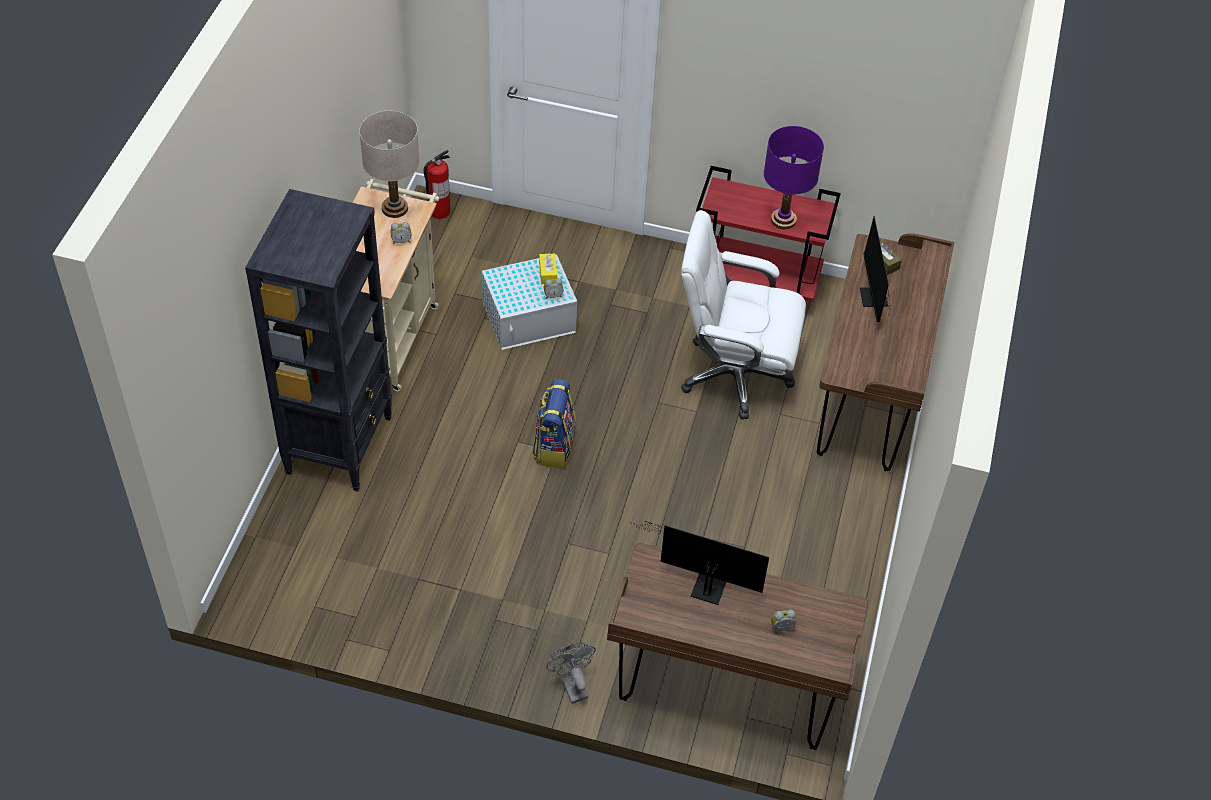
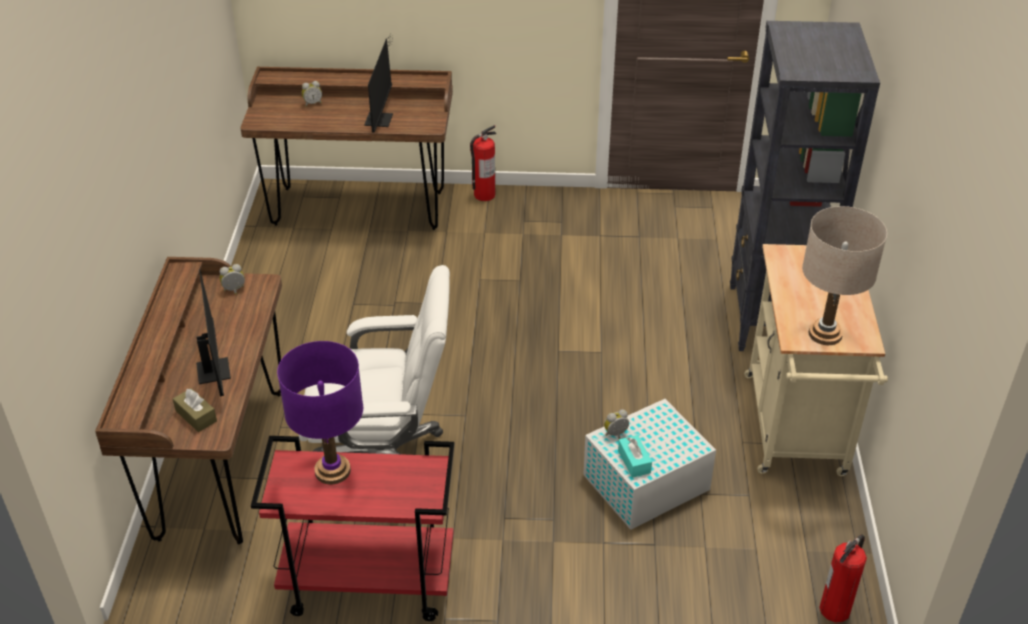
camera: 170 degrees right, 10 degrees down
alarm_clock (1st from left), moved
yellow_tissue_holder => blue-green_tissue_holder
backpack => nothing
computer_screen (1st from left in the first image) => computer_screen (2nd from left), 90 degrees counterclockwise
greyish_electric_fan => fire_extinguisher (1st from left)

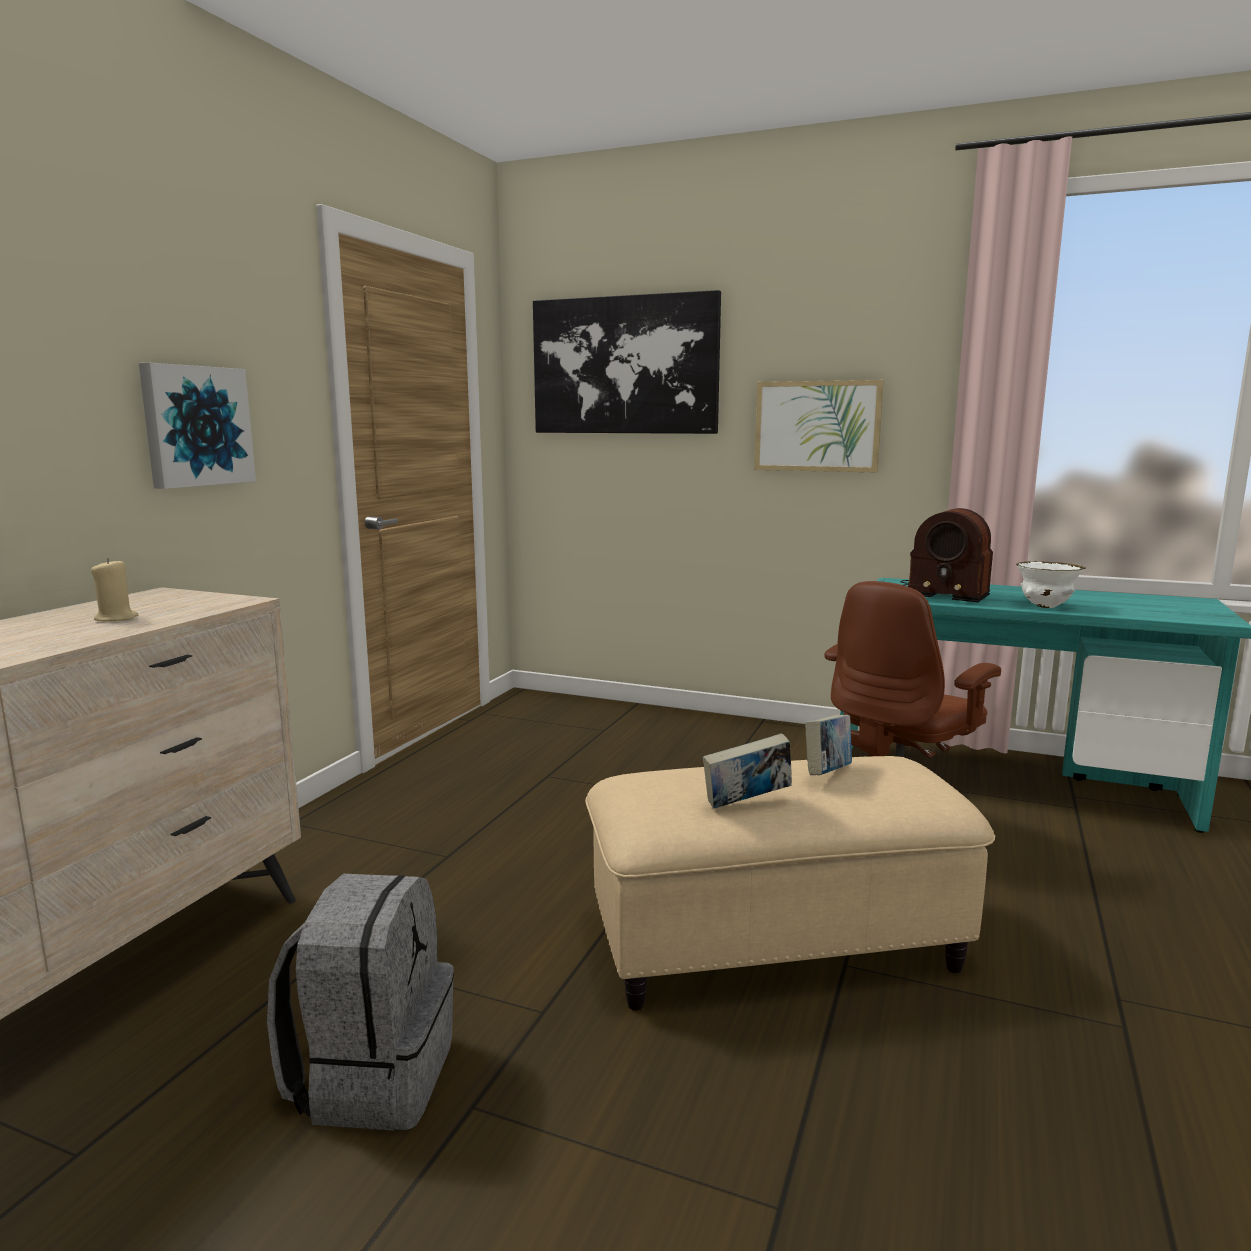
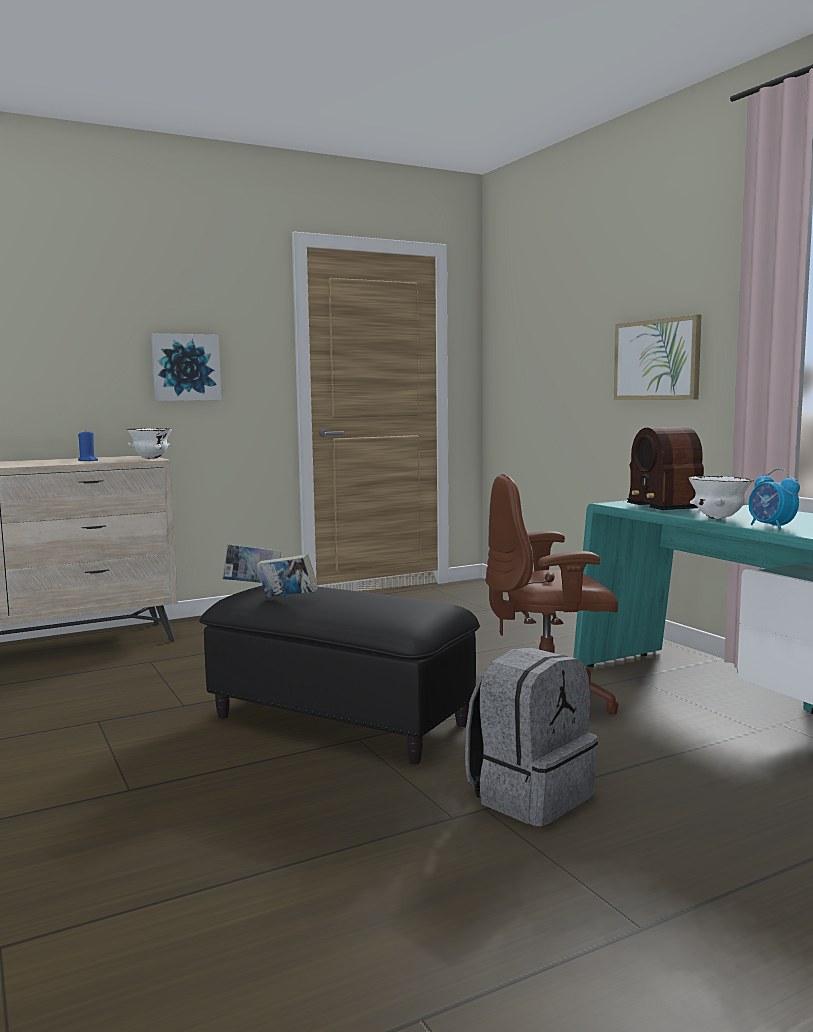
camera: 40 degrees right, 5 degrees down
picture (2nd from left) => nothing
sand-coloured_wax_light => bluish_wax_light
bound_book (2nd from left in the first image) => bound_book (1st from left), moved
sand-coloured_ottoman => black-coloured_ottoman
greyish_backpack, moved
nothing => white_bowl (1st from left)
nothing => alarm_clock

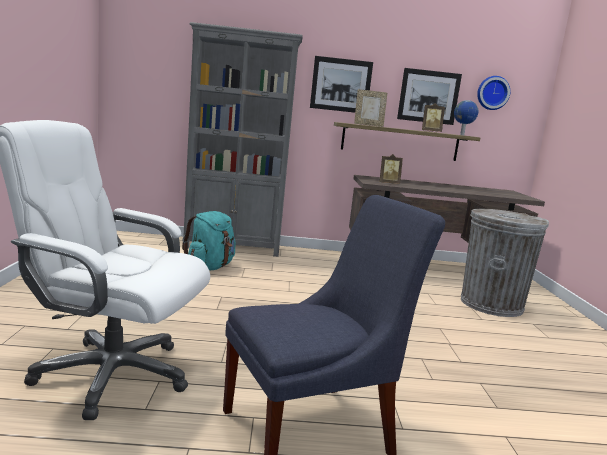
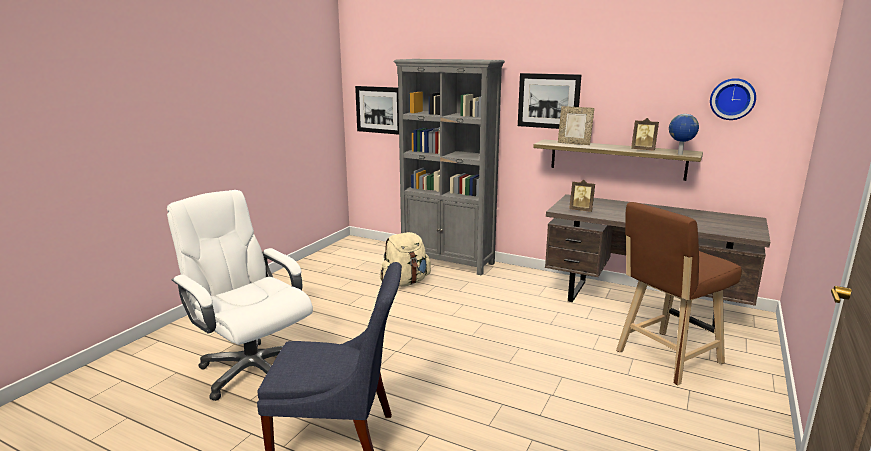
camera: 30 degrees right, 5 degrees up
picture (2nd from left in the first image) => picture (1st from left), moved
greyish_waste_bin => brownish_stool
blue-green_backpack => sand-coloured_backpack

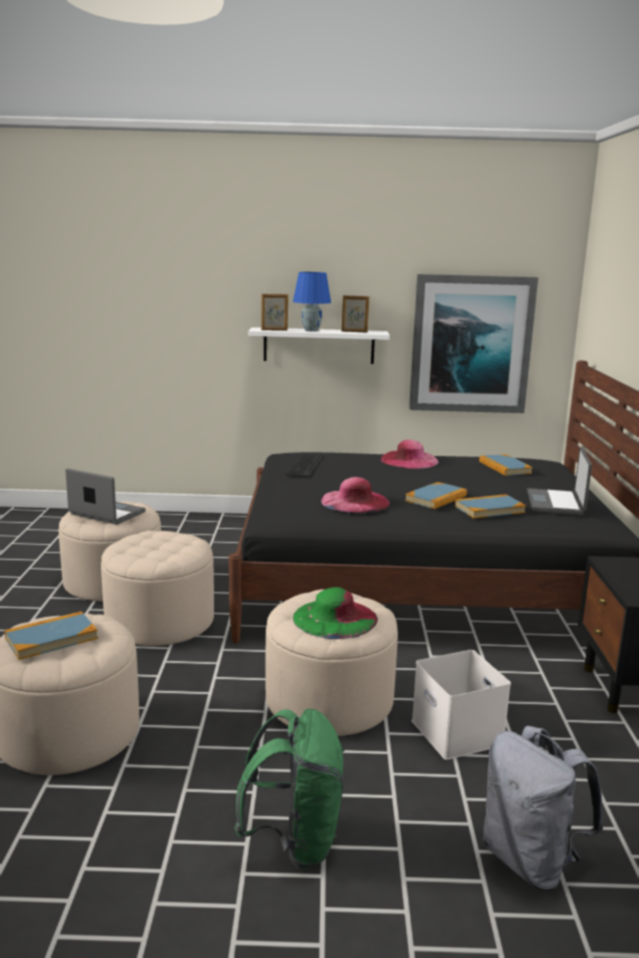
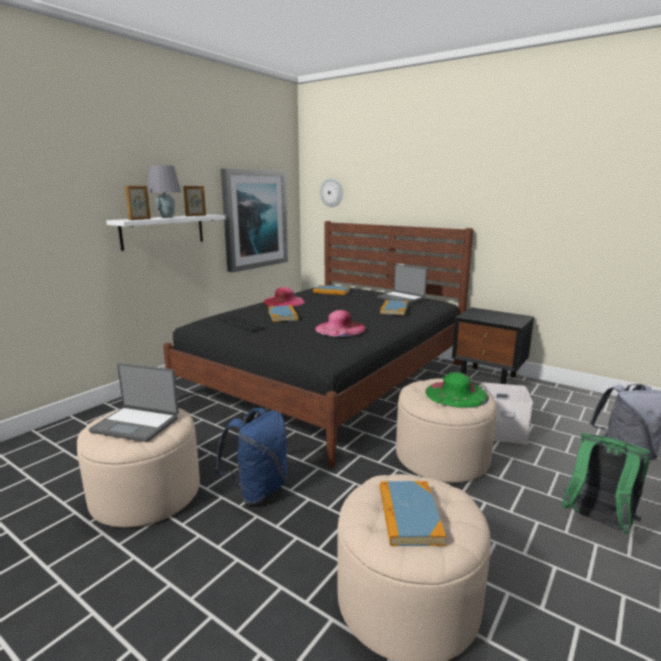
camera: 55 degrees left, 0 degrees up
bluish_table_lamp => greyish_table_lamp
portable_computer (1st from left), 135 degrees counterclockwise
bound_book (2nd from left in the first image) => bound_book (1st from left), moved
sand-coloured_ottoman (3rd from left) => bluish_backpack
nothing => hanging_clock

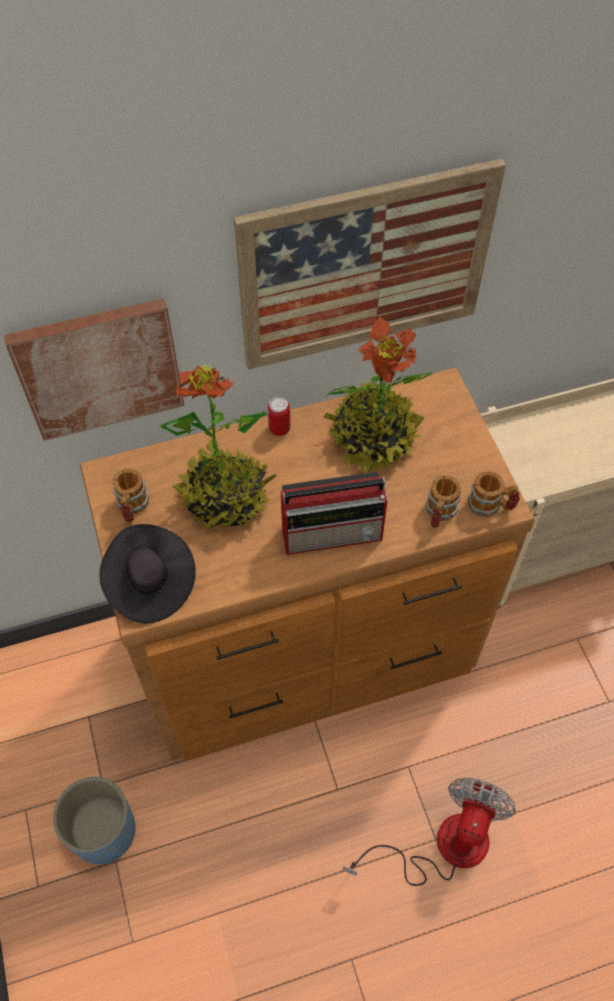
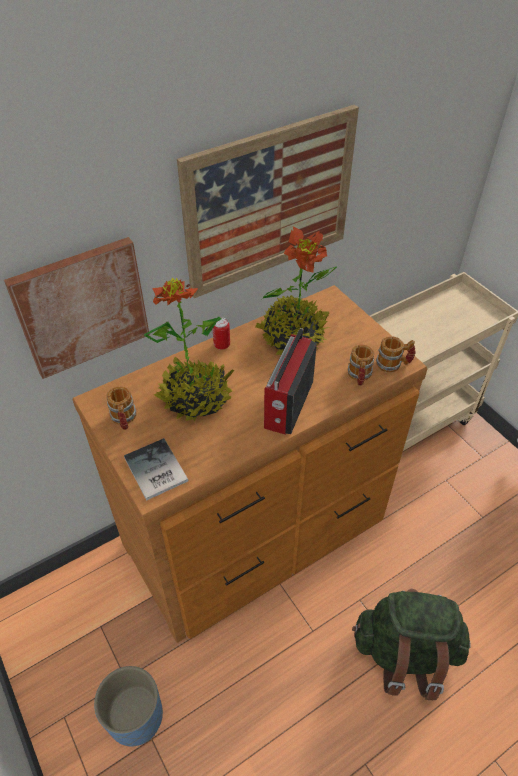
camera: 15 degrees left, 10 degrees down
radio, 135 degrees clockwise
black-coloured_clothing_hat => bound_book
electric_fan => green-coloured_backpack

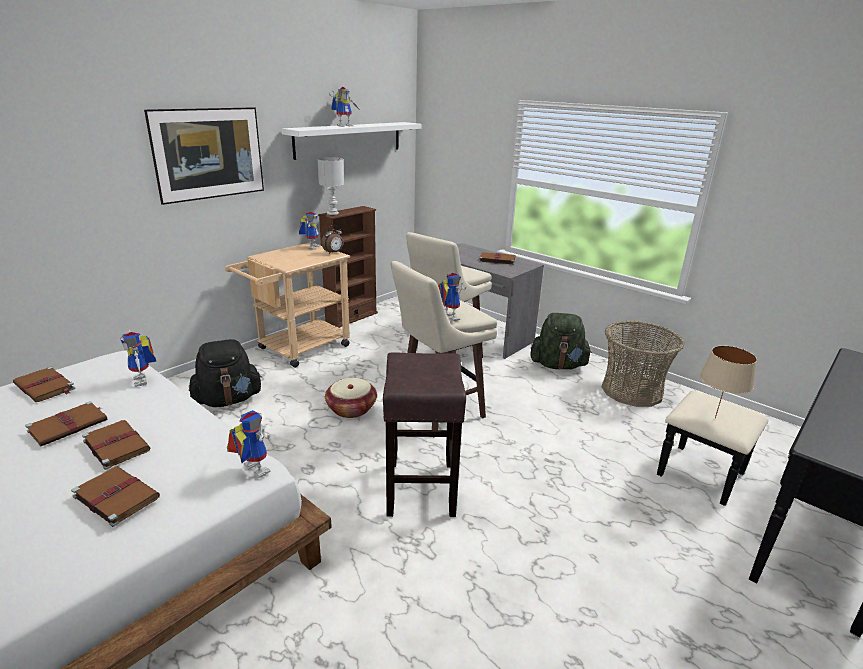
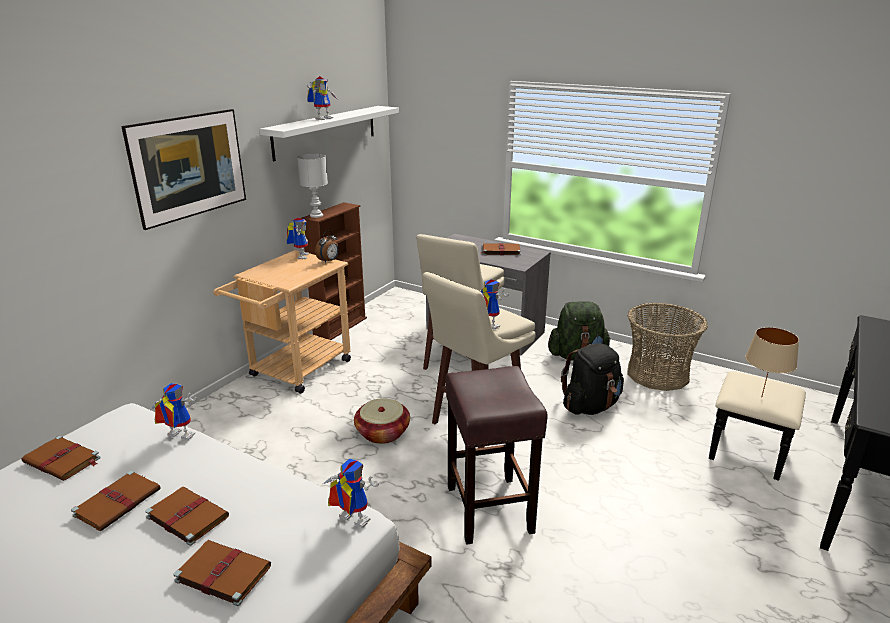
camera: 10 degrees left, 0 degrees up
robot_figure (1st from left), 150 degrees clockwise
black-coloured_backpack, moved

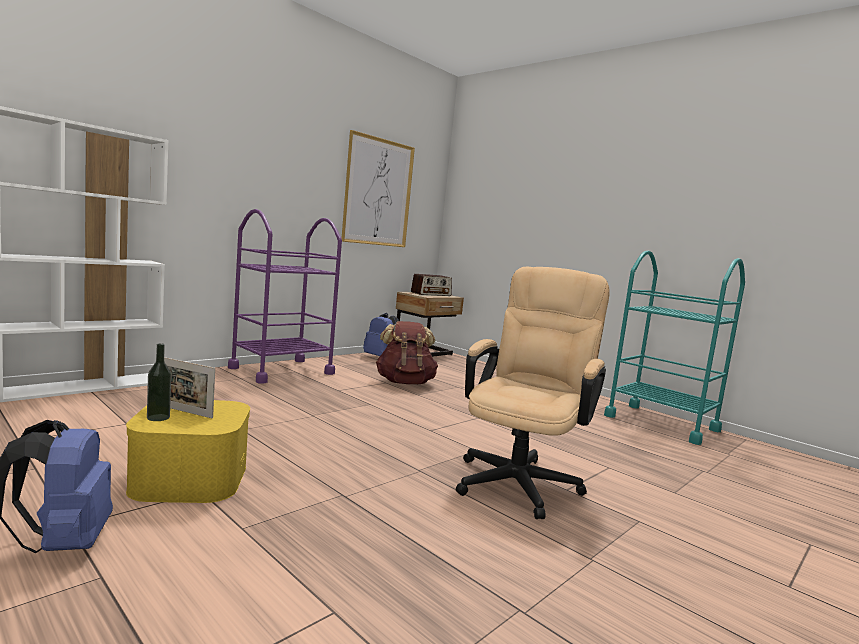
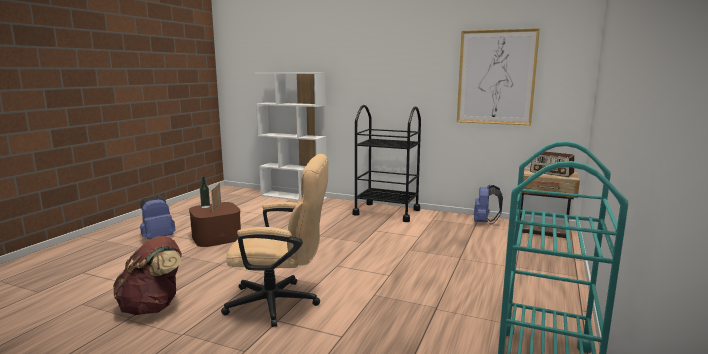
camera: 70 degrees right, 5 degrees up
purple_trolley => black-coloured_trolley
brownish_backpack, moved
yellow_storage_bin => brownish_storage_bin

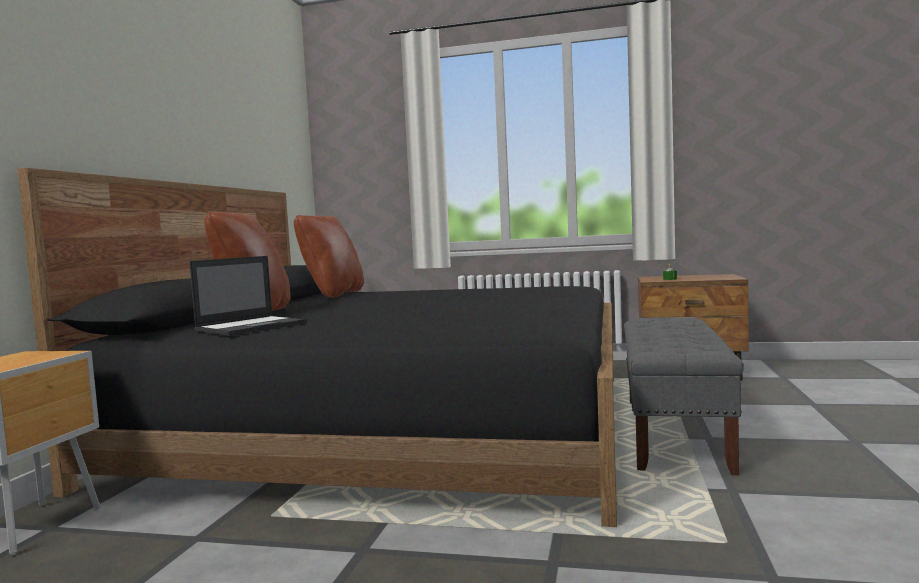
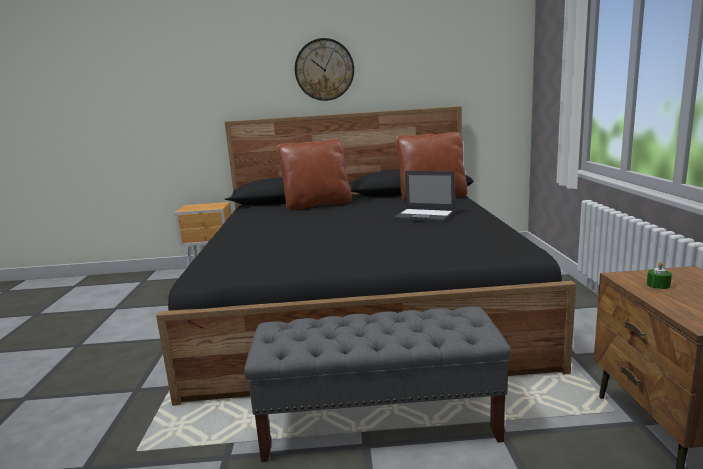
camera: 75 degrees right, 10 degrees up
portable_computer, moved
nothing => hanging_clock

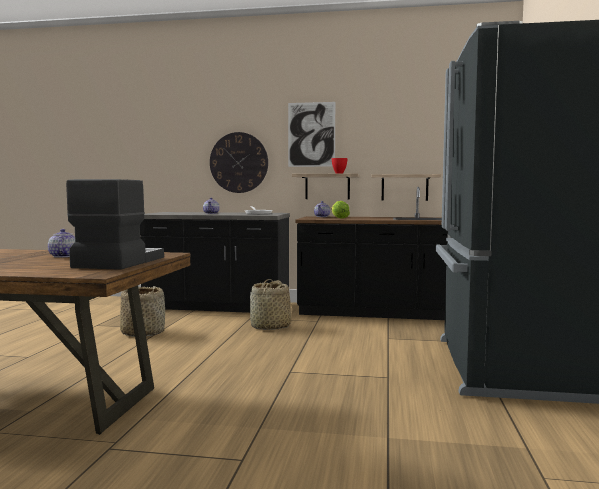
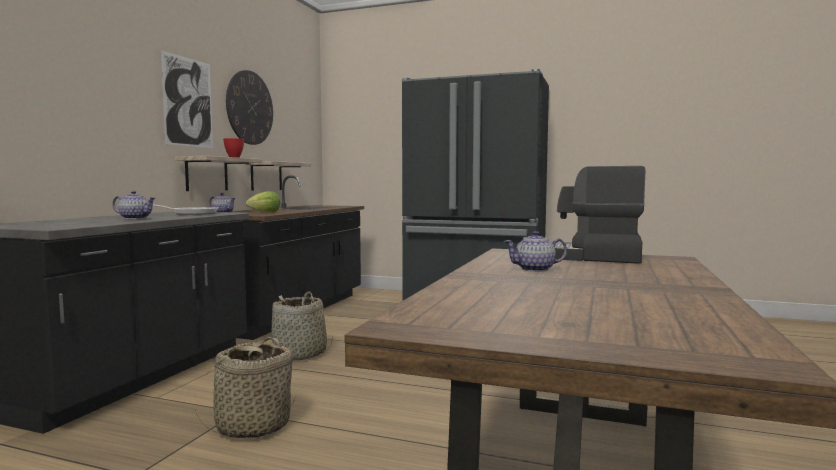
camera: 80 degrees left, 0 degrees up
hanging_clock, moved

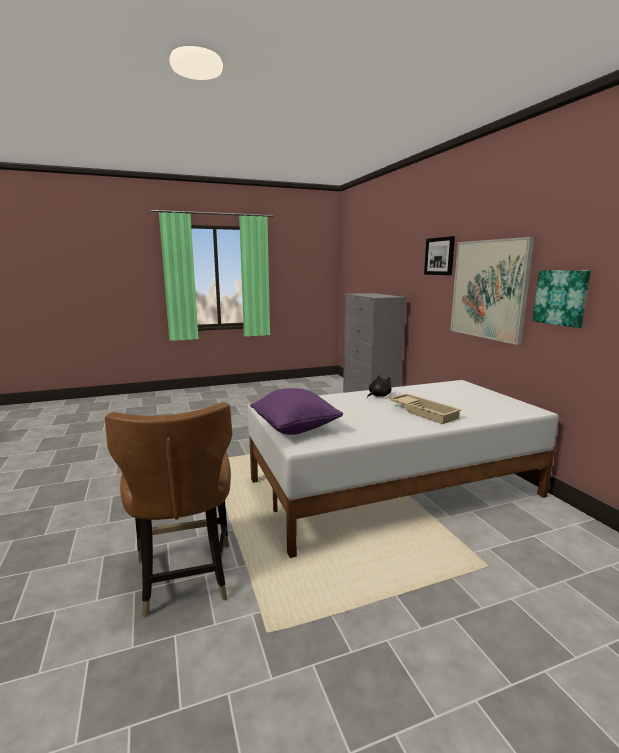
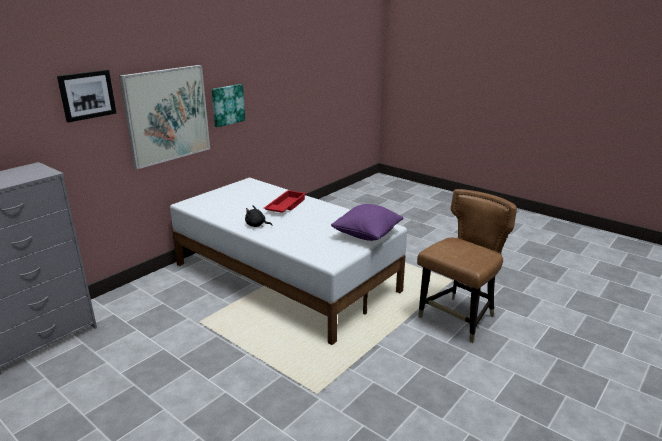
camera: 120 degrees left, 10 degrees up
sand-coloured_carrying_tray => reddish_carrying_tray

